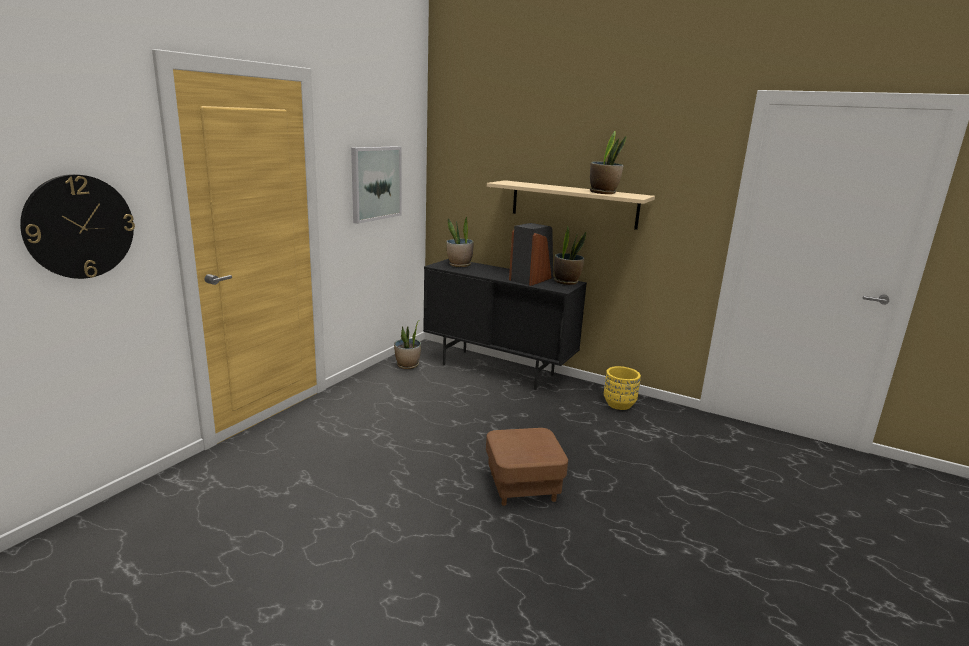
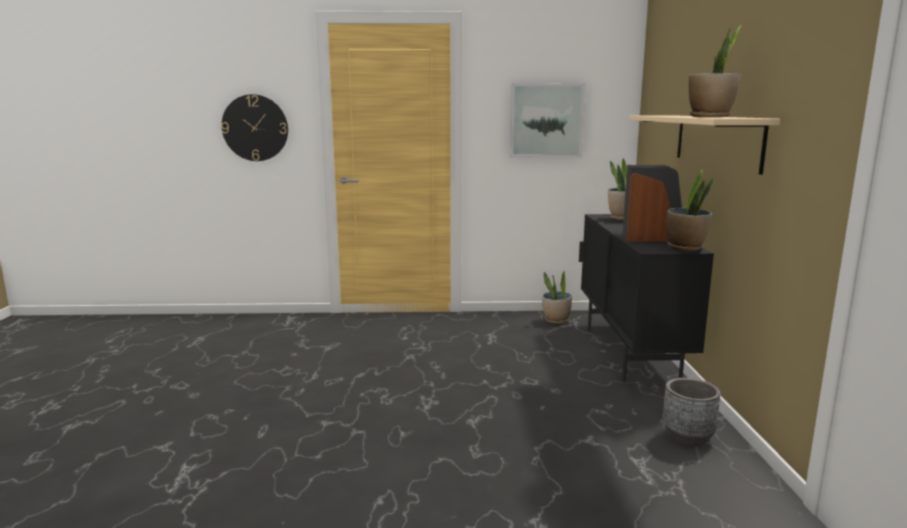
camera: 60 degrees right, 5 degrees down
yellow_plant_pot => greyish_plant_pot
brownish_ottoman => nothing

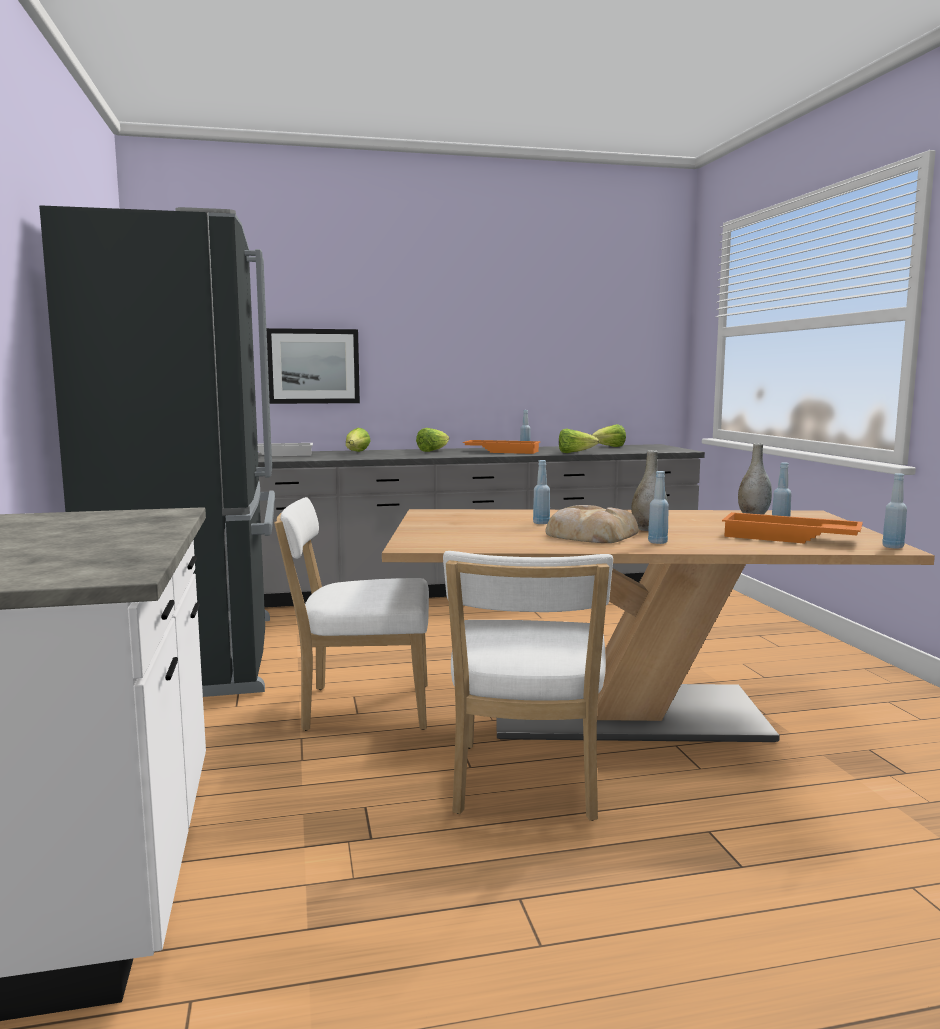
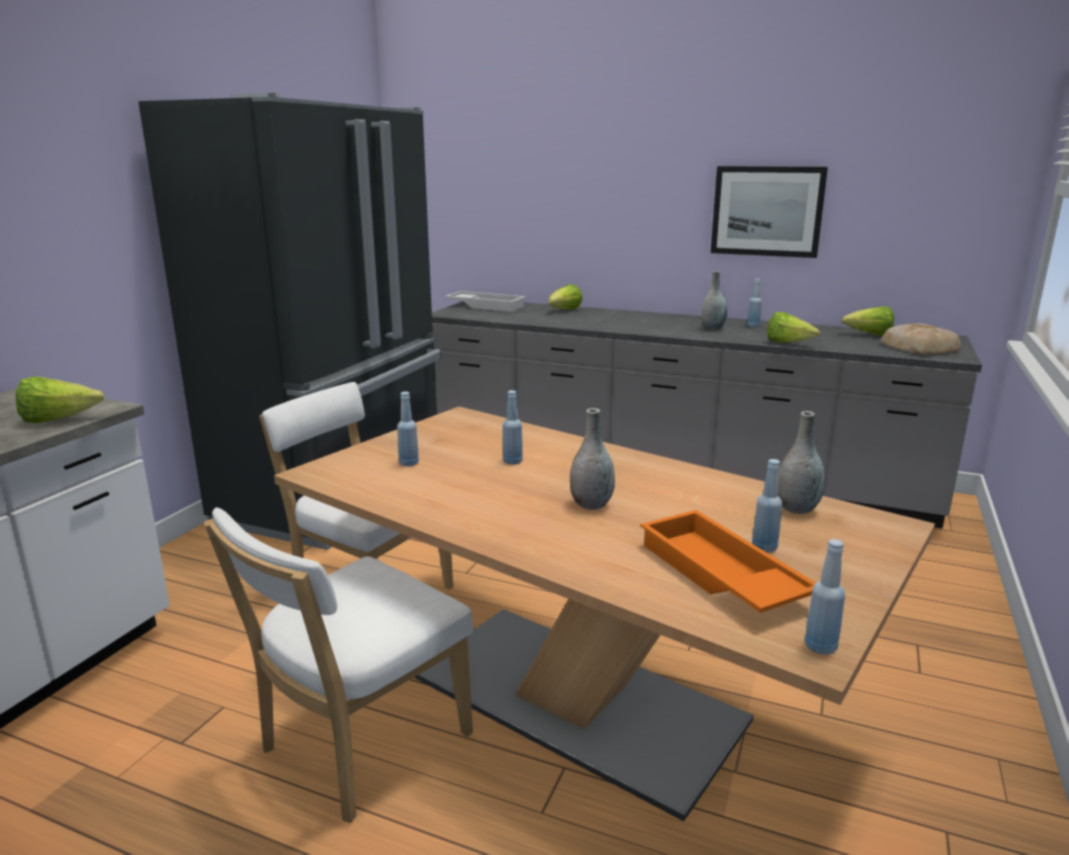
camera: 35 degrees right, 10 degrees up
picture, moved
lettuce (2nd from left in the first image) => lettuce (1st from left), moved
orange_carrying_tray (1st from left) => greyish_decorative_vase (2nd from left)
bluish_beverage_bottle (3rd from left in the first image) => bluish_beverage_bottle (1st from left), moved
bread, moved

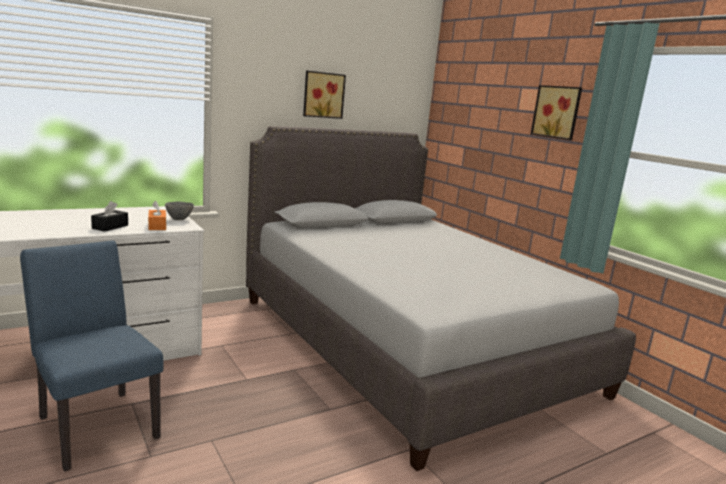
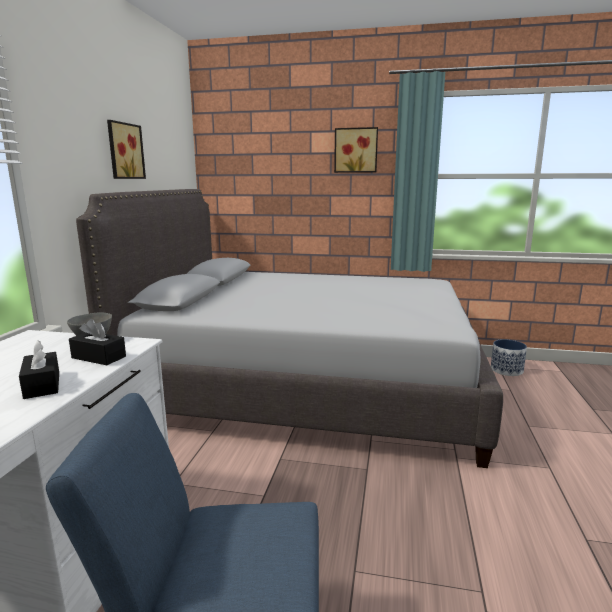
camera: 45 degrees left, 0 degrees up
orange_tissue_holder => black-coloured_tissue_holder (2nd from left)
nothing => plant_pot

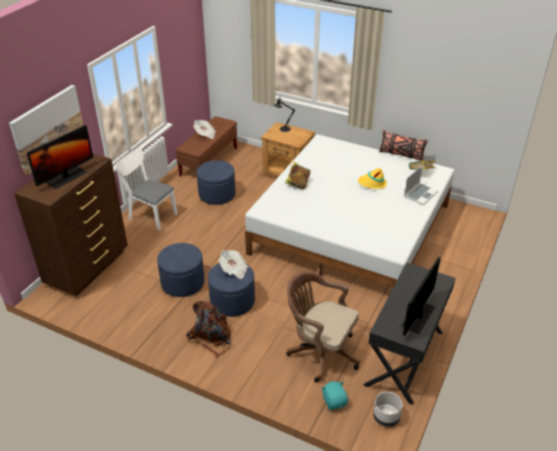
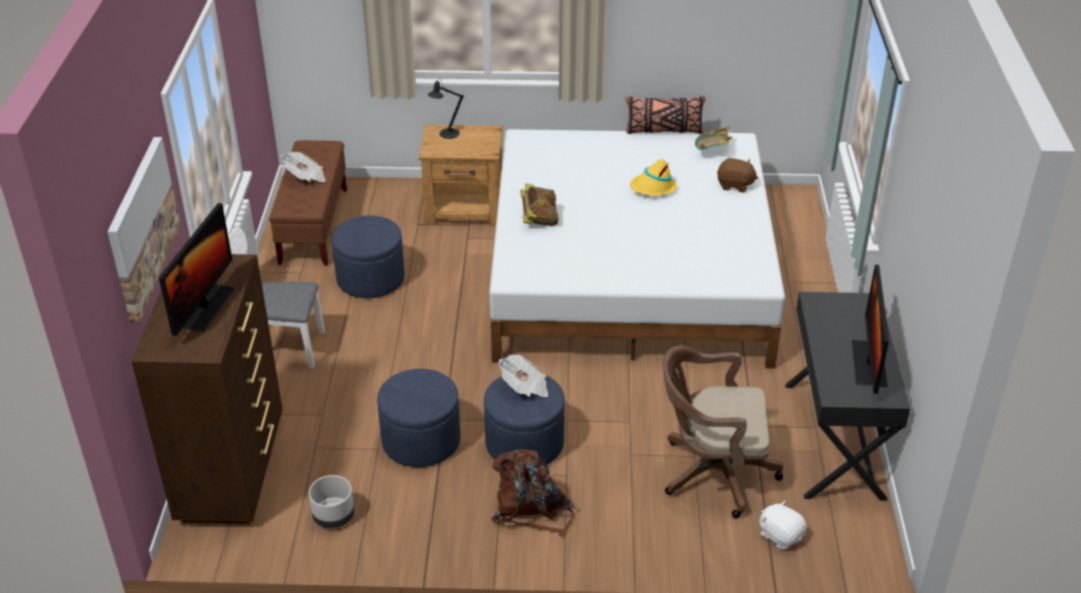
camera: 25 degrees left, 0 degrees up
portable_computer => brownish_cuddly_toy
blue-green_cuddly_toy => white_cuddly_toy
greyish_plant_pot, moved

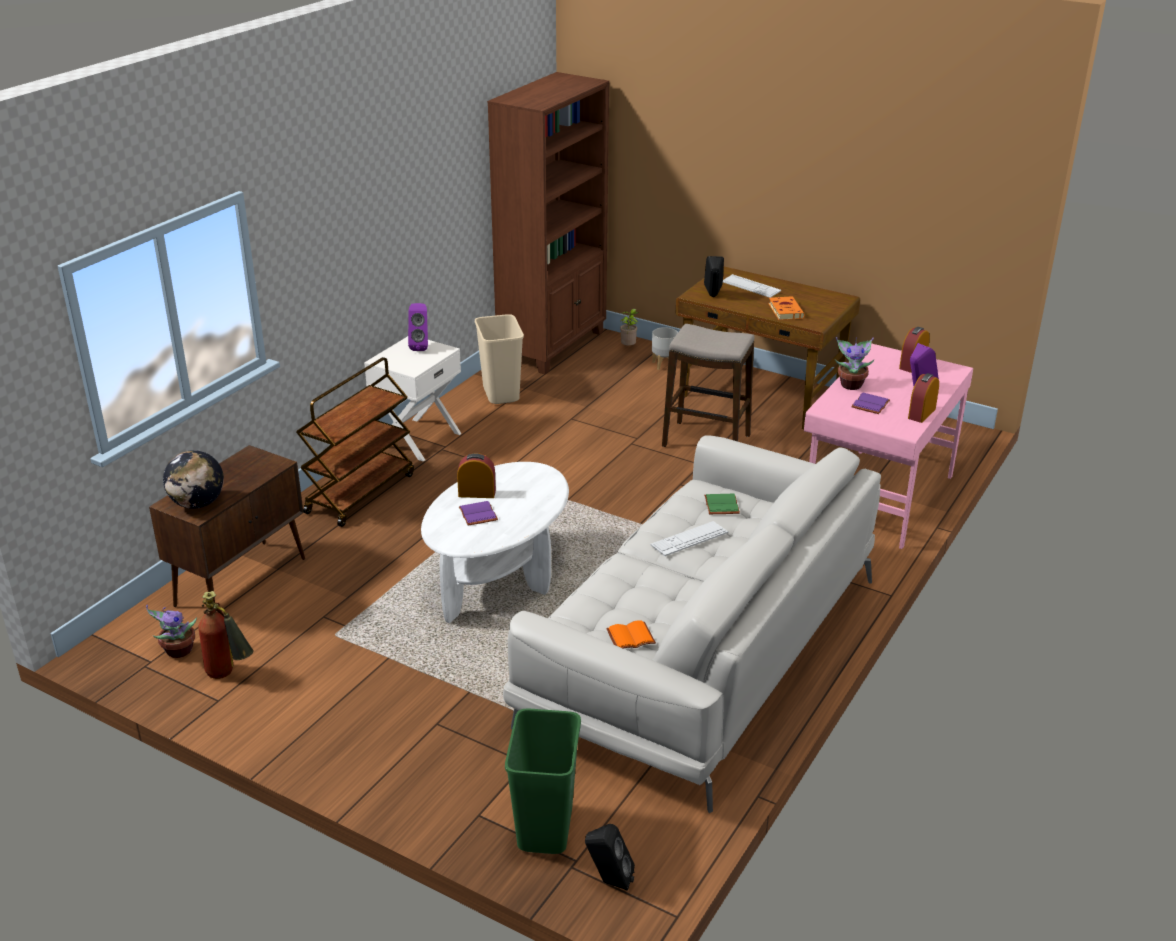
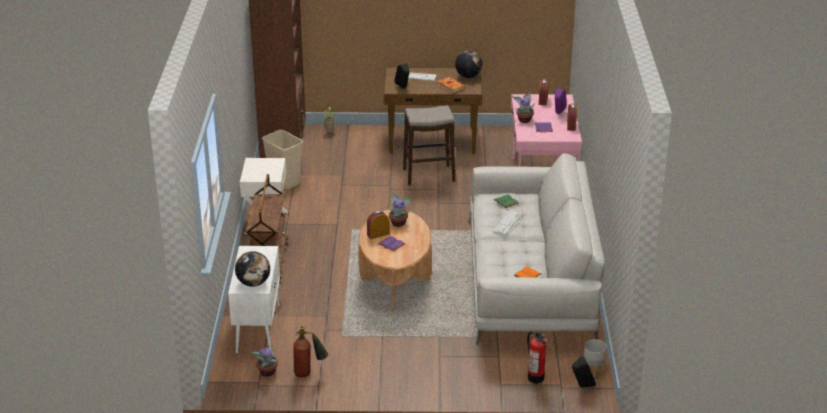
camera: 30 degrees left, 0 degrees up
purple_loudspeaker (1st from left) => nothing
greyish_plant_pot, moved
brownish_cupboard => white_cupboard
white_lounge_table => brownish_lounge_table
green-coloured_waste_bin => fire_extinguisher (2nd from left)
nothing => globe (2nd from left)
nothing => plant_in_a_pot (3rd from left)

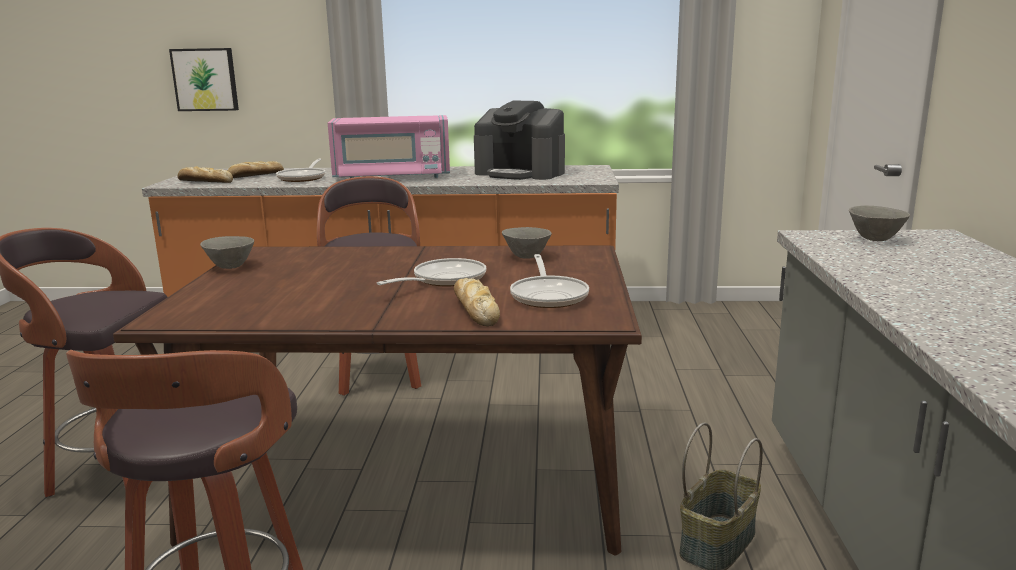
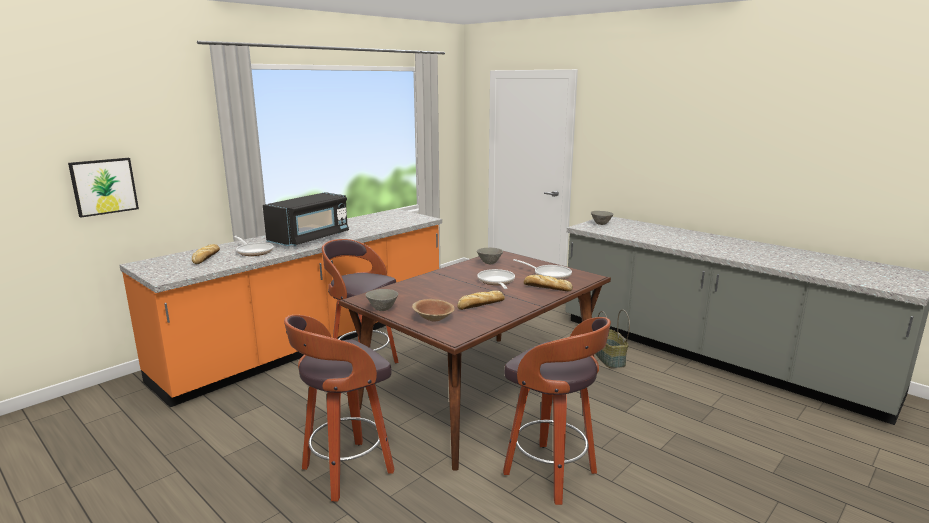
camera: 50 degrees left, 0 degrees up
coffee_machine => nothing
pink-coloured_microwave_oven => black-coloured_microwave_oven
bread (1st from left in the first image) => bread (2nd from left), moved
nothing => brownish_bowl

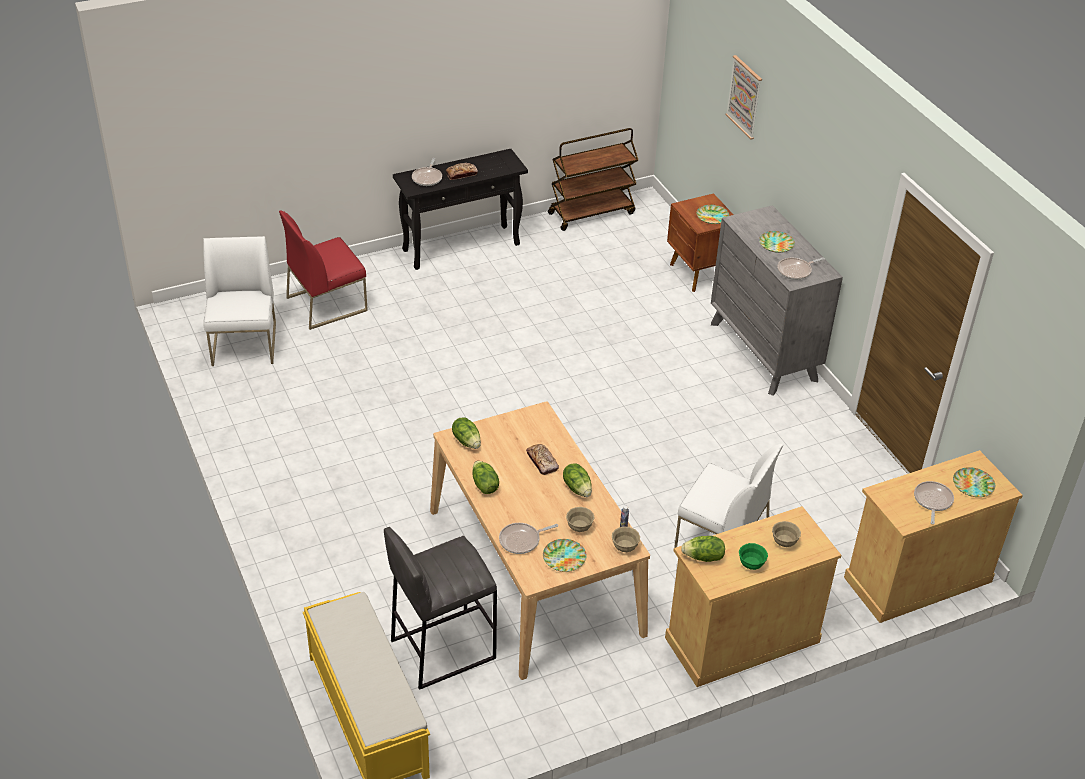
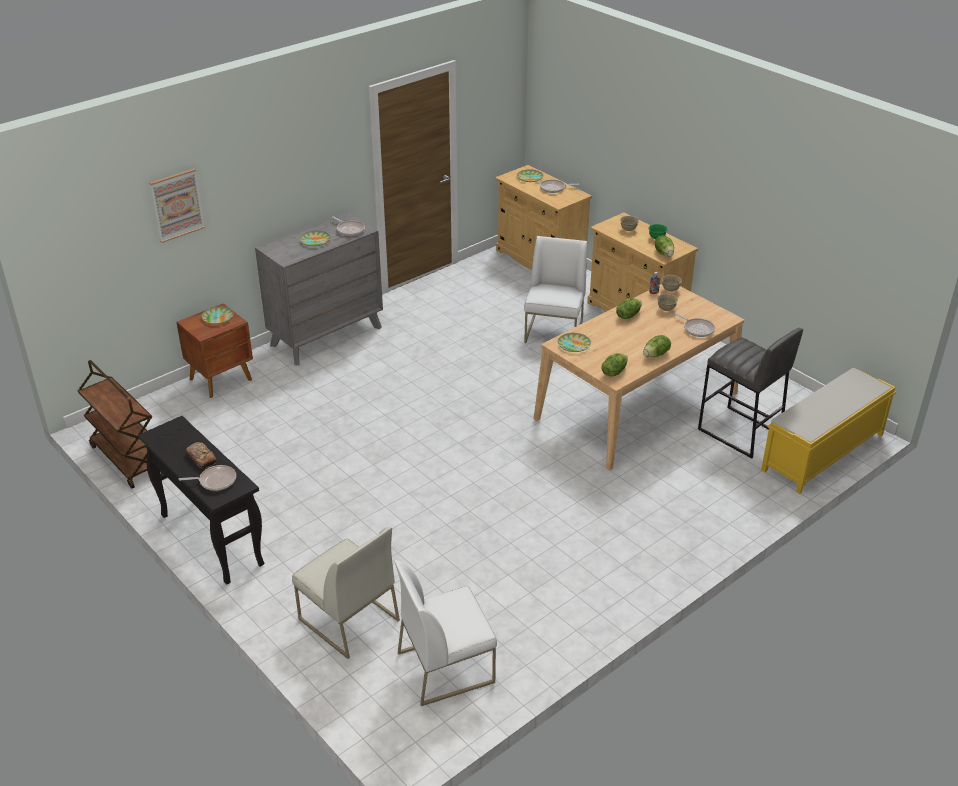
camera: 105 degrees left, 5 degrees down
reddish_plain_chair => white_plain_chair (1st from left)
bread (2nd from left) => nothing
flat_dish (1st from left in the first image) => flat_dish (4th from left), moved

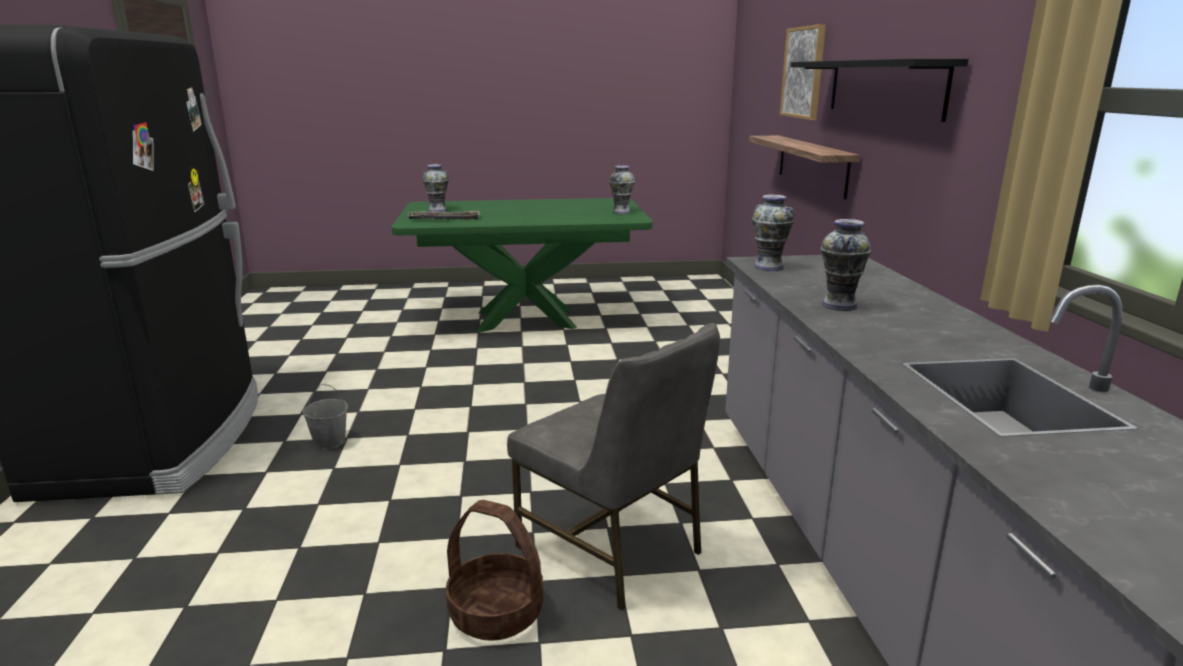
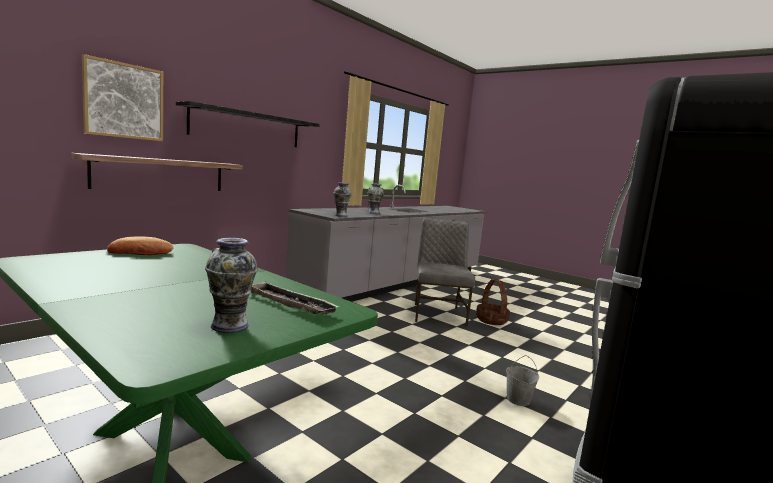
camera: 135 degrees left, 10 degrees down
decorative_vase (2nd from left) => bread

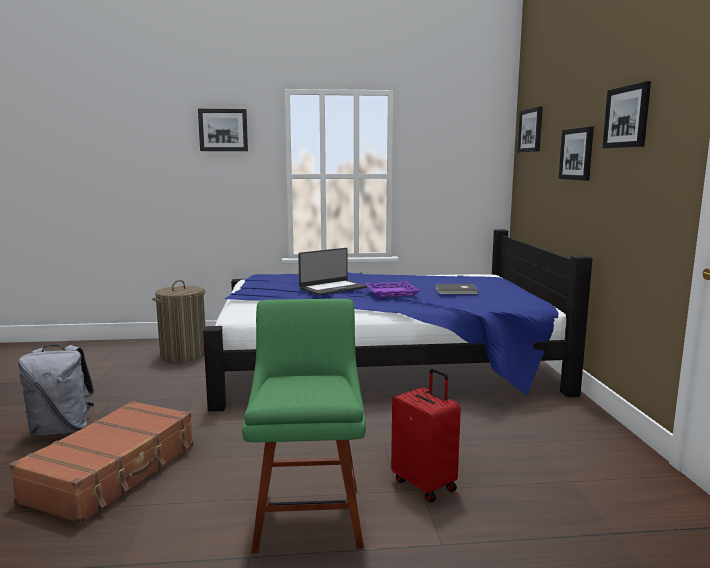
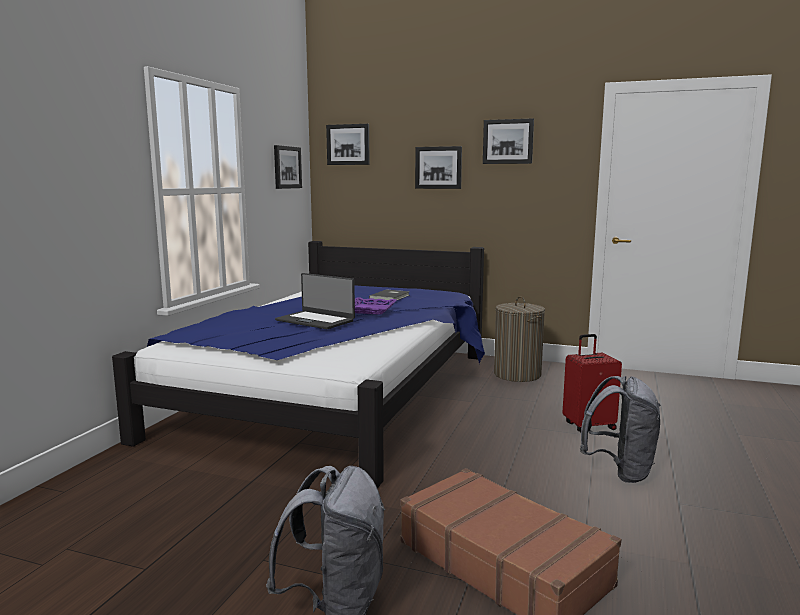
camera: 65 degrees left, 0 degrees up
picture (1st from left), moved
portable_computer, 135 degrees clockwise
washing_basket, moved
green-coloured_plain_chair => greyish_backpack (2nd from left)

